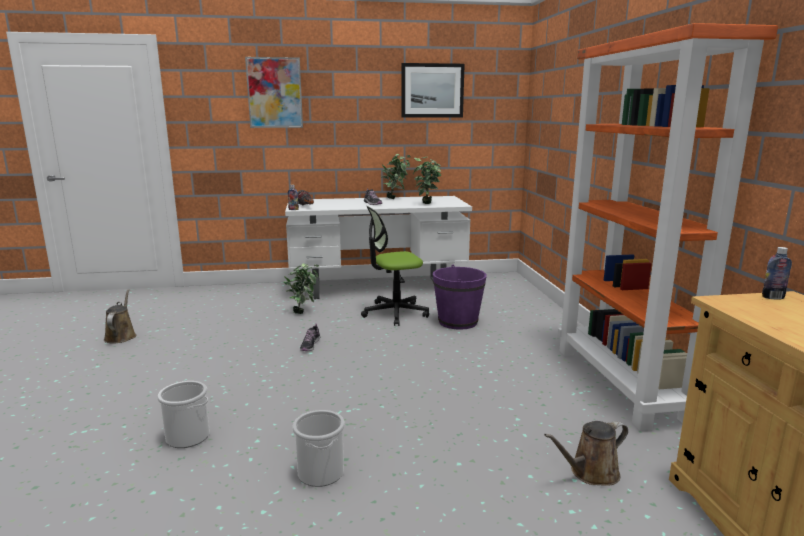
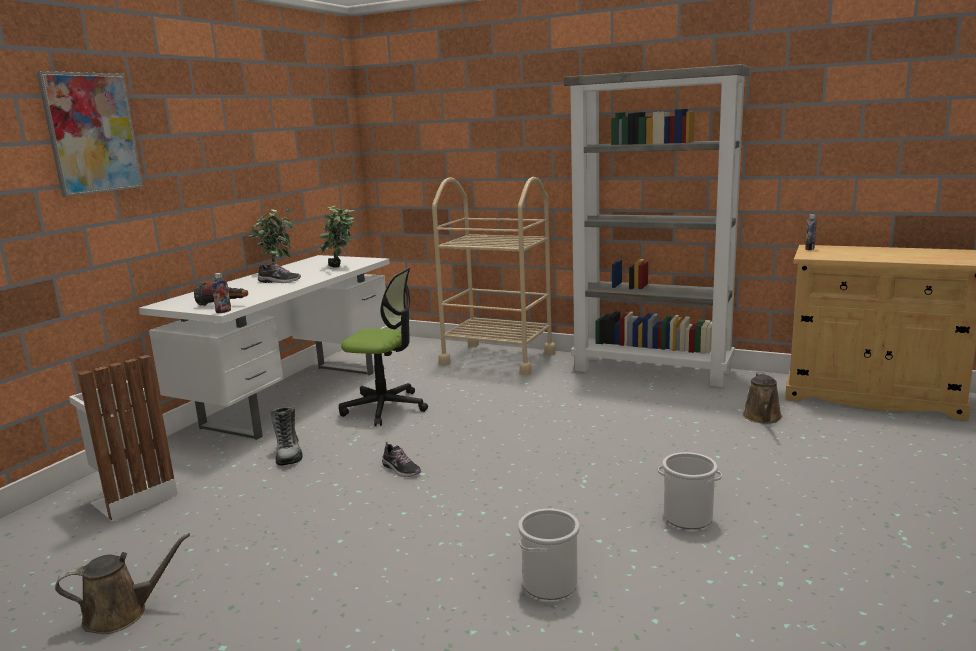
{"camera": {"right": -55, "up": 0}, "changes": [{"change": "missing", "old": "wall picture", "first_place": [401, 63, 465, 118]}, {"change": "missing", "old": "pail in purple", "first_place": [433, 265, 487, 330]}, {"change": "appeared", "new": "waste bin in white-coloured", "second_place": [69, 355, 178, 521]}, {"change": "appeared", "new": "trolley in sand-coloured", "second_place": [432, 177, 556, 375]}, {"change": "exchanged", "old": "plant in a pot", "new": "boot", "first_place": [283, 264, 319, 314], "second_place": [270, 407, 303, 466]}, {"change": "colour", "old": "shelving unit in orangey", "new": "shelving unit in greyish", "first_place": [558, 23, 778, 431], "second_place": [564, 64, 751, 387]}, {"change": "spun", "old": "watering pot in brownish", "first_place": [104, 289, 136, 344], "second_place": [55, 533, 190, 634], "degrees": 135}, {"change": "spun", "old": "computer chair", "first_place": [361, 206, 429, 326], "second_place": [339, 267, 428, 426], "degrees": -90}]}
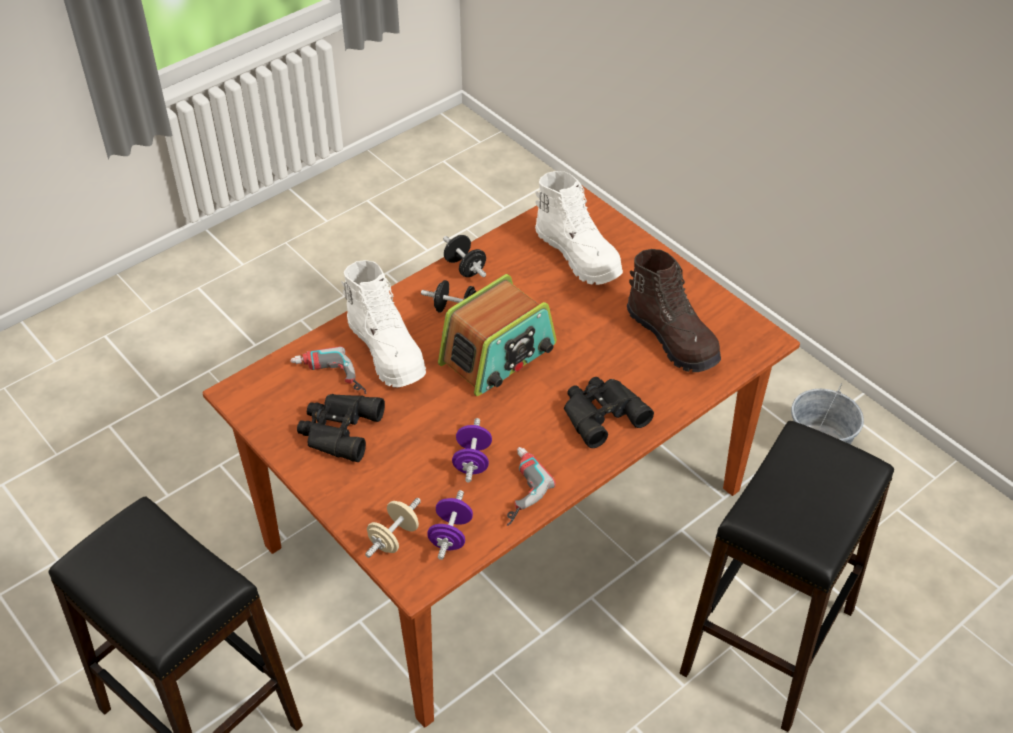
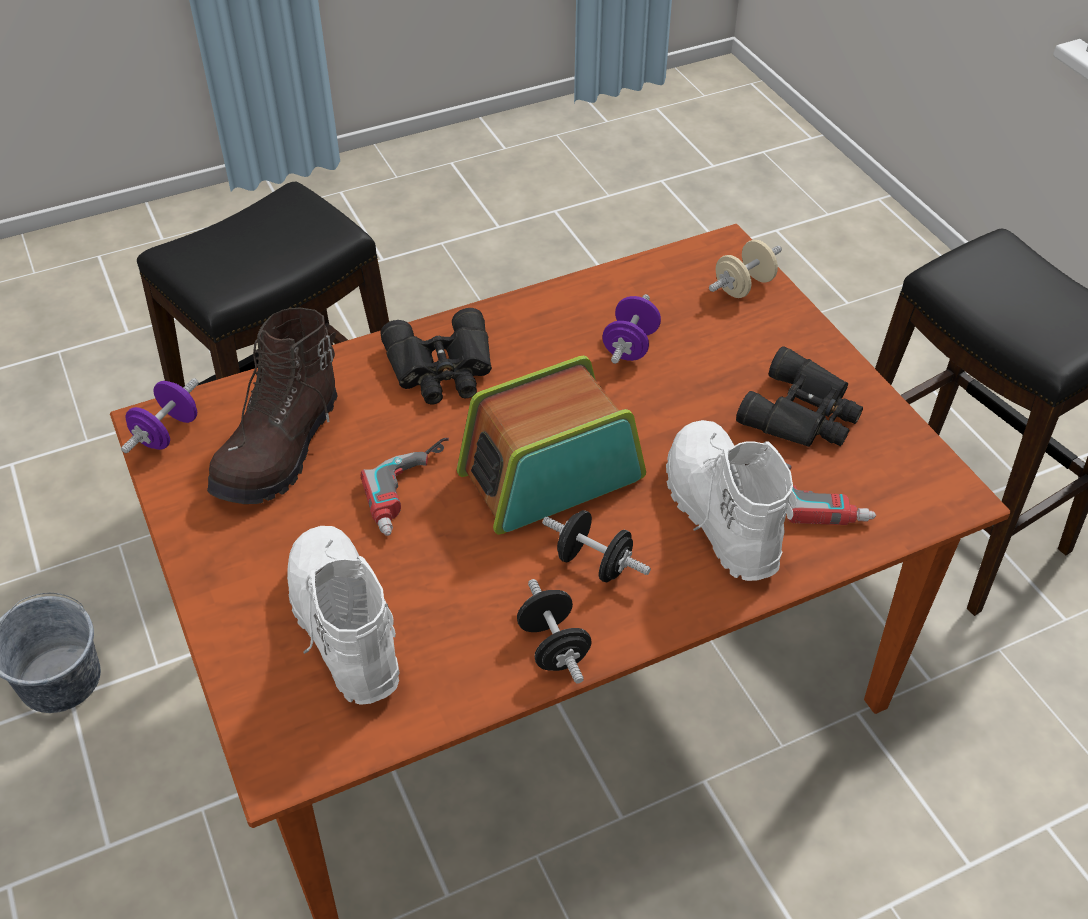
{"camera": {"right": -165, "up": 0}, "changes": [{"change": "relocated", "old": "hand weight in purple", "first_place": [427, 490, 473, 560], "second_place": [121, 378, 199, 453]}, {"change": "relocated", "old": "electric drill", "first_place": [507, 447, 556, 526], "second_place": [361, 438, 449, 536]}, {"change": "spun", "old": "boot in brownish", "first_place": [627, 249, 721, 372], "second_place": [207, 308, 338, 504], "degrees": -135}]}
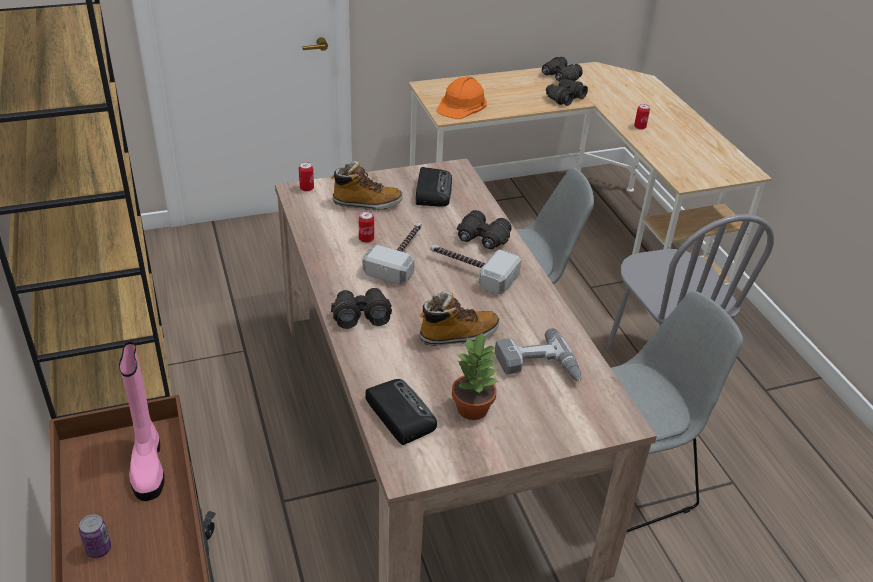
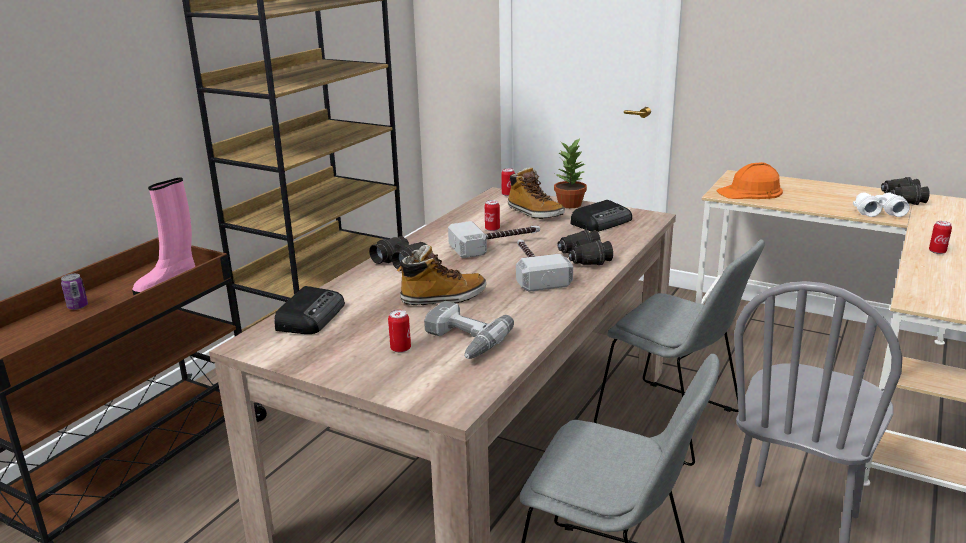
{"camera": {"right": 50, "up": -15}, "changes": [{"change": "appeared", "new": "sealed can", "second_place": [388, 310, 411, 353]}, {"change": "relocated", "old": "plant in a pot", "first_place": [452, 333, 499, 420], "second_place": [554, 139, 587, 208]}, {"change": "colour", "old": "pair of binoculars in blackish", "new": "pair of binoculars in white-coloured", "first_place": [546, 79, 588, 106], "second_place": [853, 192, 910, 217]}, {"change": "spun", "old": "boot", "first_place": [419, 291, 500, 346], "second_place": [397, 245, 486, 305], "degrees": -45}]}
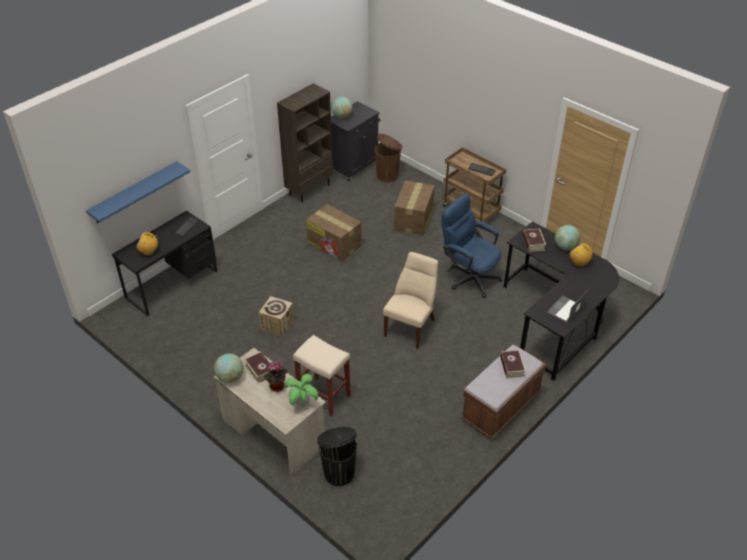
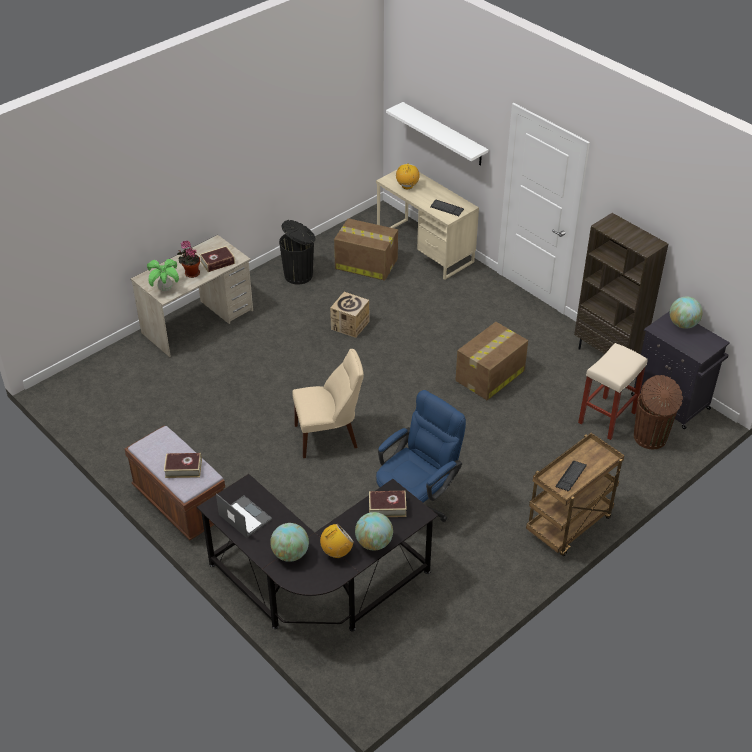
{"camera": {"right": 95, "up": 0}, "changes": [{"change": "relocated", "old": "globe", "first_place": [214, 353, 244, 383], "second_place": [270, 523, 309, 562]}, {"change": "relocated", "old": "stool in sand-coloured", "first_place": [293, 335, 351, 416], "second_place": [578, 343, 648, 440]}, {"change": "relocated", "old": "waste bin in blackish", "first_place": [317, 427, 357, 486], "second_place": [279, 220, 316, 285]}, {"change": "relocated", "old": "packing box", "first_place": [394, 180, 434, 235], "second_place": [334, 218, 398, 281]}, {"change": "colour", "old": "bracket shelf in blue", "new": "bracket shelf in white-coloured", "first_place": [86, 161, 190, 223], "second_place": [386, 102, 488, 166]}, {"change": "colour", "old": "desk unit in blackish", "new": "desk unit in sand-coloured", "first_place": [112, 210, 217, 316], "second_place": [376, 170, 479, 280]}, {"change": "spun", "old": "upright chair in sand-coloured", "first_place": [383, 252, 438, 349], "second_place": [292, 349, 364, 458], "degrees": -45}]}
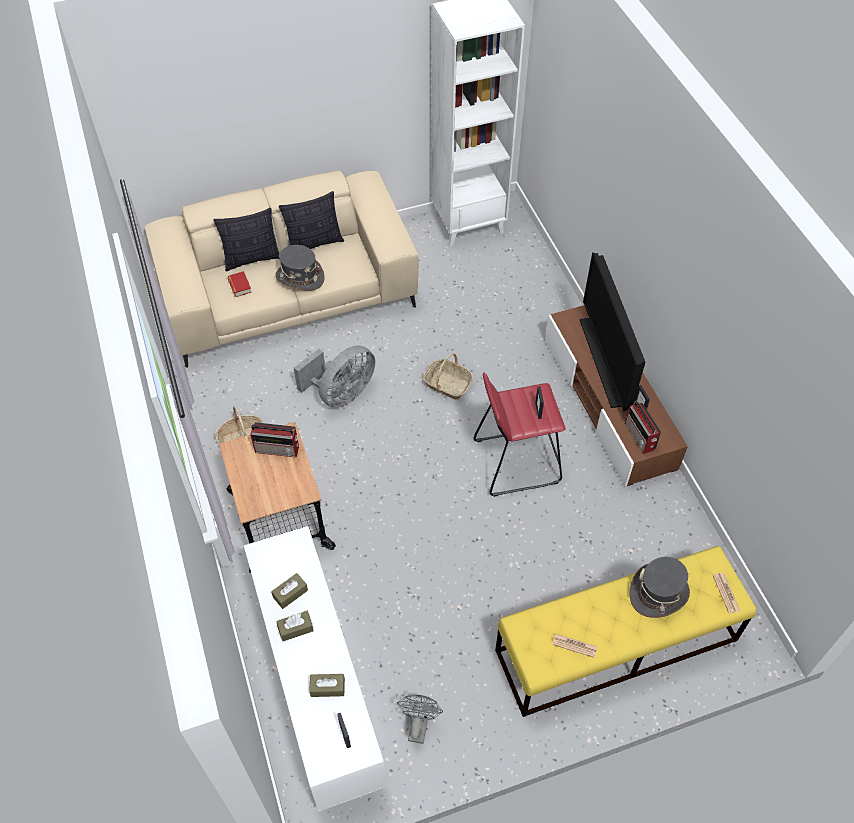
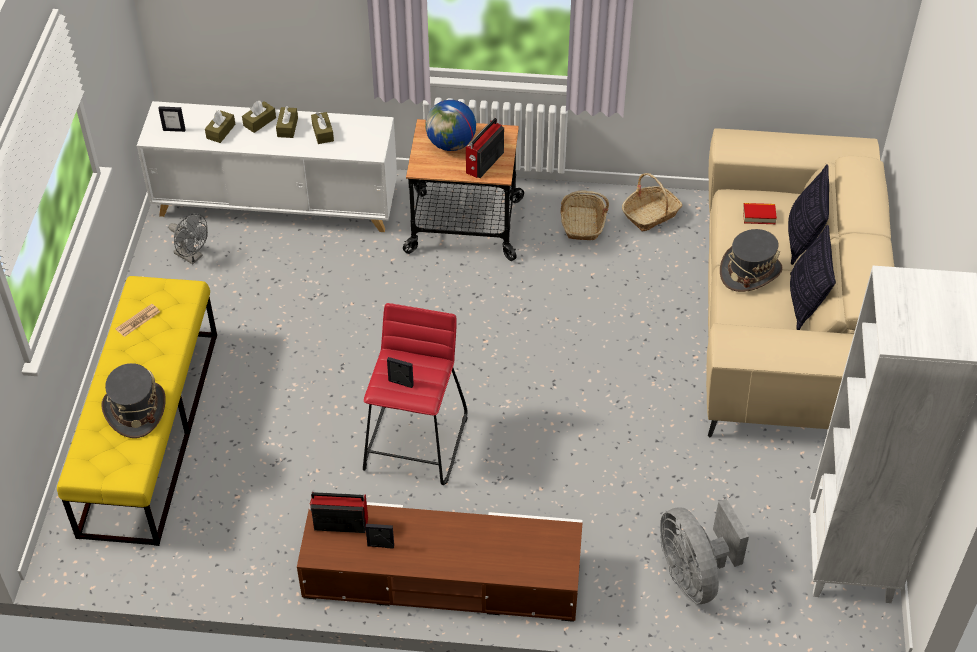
{"camera": {"right": 115, "up": -5}, "changes": [{"change": "missing", "old": "television", "first_place": [580, 252, 645, 412]}, {"change": "missing", "old": "printed paper", "first_place": [713, 573, 740, 613]}, {"change": "appeared", "new": "tissue box in brownish", "second_place": [242, 101, 276, 133]}, {"change": "appeared", "new": "globe", "second_place": [425, 100, 476, 151]}, {"change": "relocated", "old": "electric fan in greyish", "first_place": [294, 345, 375, 408], "second_place": [660, 499, 749, 604]}, {"change": "relocated", "old": "basket", "first_place": [423, 353, 473, 400], "second_place": [622, 173, 682, 232]}]}
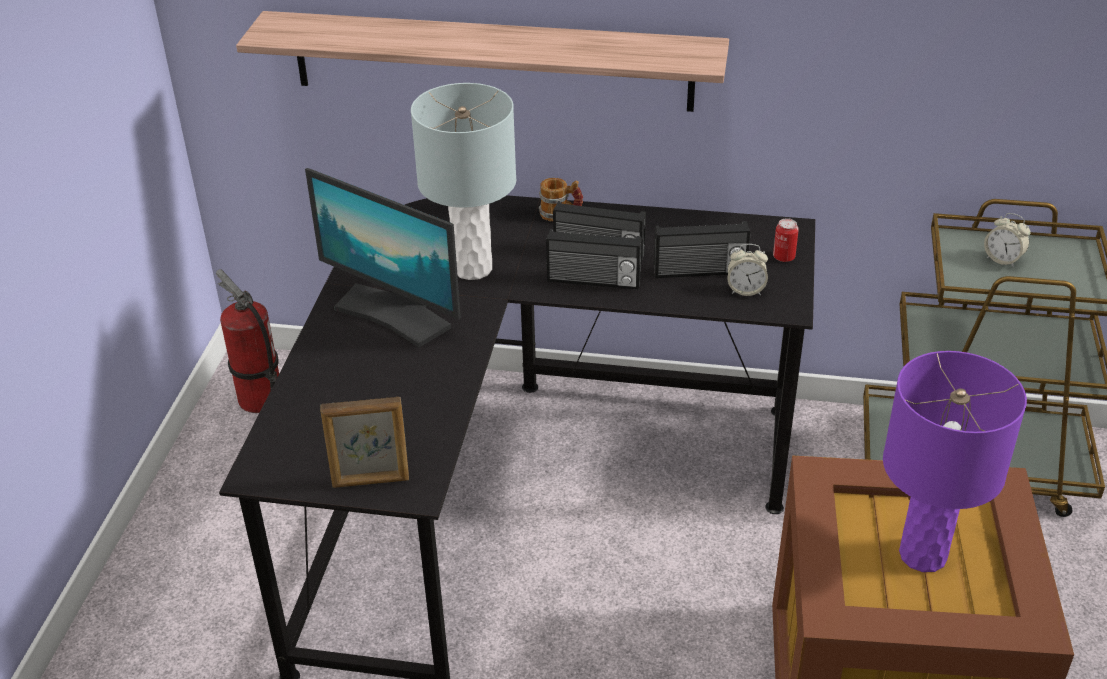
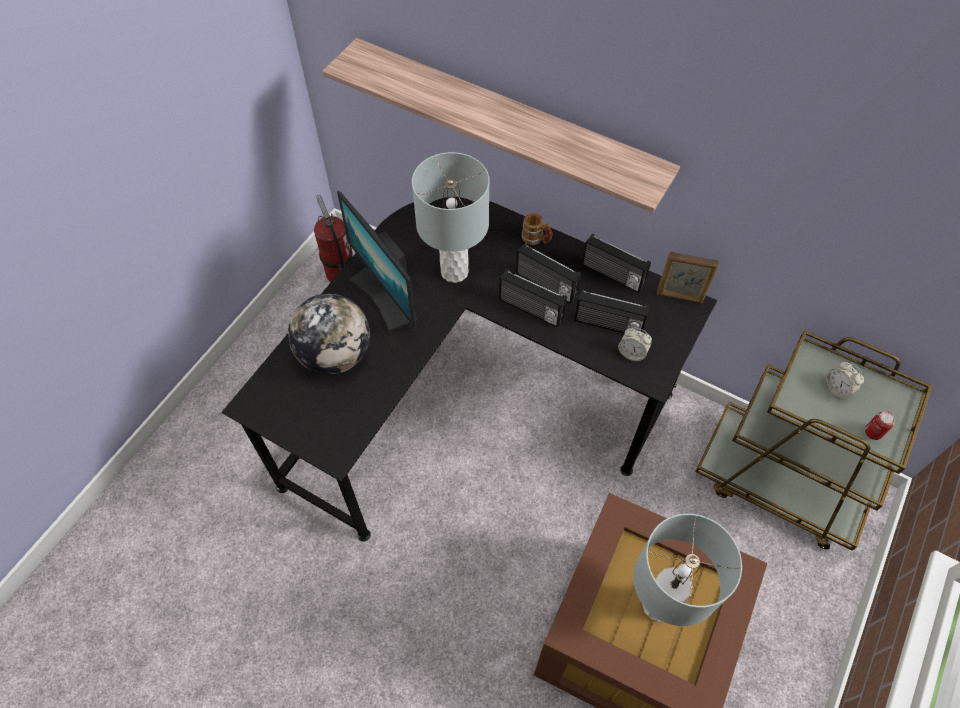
{"camera": {"right": 20, "up": 20}, "changes": [{"change": "appeared", "new": "globe", "second_place": [288, 294, 370, 375]}, {"change": "appeared", "new": "radio set", "second_place": [582, 234, 651, 293]}, {"change": "relocated", "old": "standing frame", "first_place": [320, 397, 409, 488], "second_place": [657, 252, 719, 303]}, {"change": "relocated", "old": "sealed can", "first_place": [773, 218, 799, 262], "second_place": [865, 411, 895, 440]}, {"change": "colour", "old": "table lamp in purple", "new": "table lamp in greyish", "first_place": [883, 351, 1027, 572], "second_place": [633, 514, 742, 626]}]}
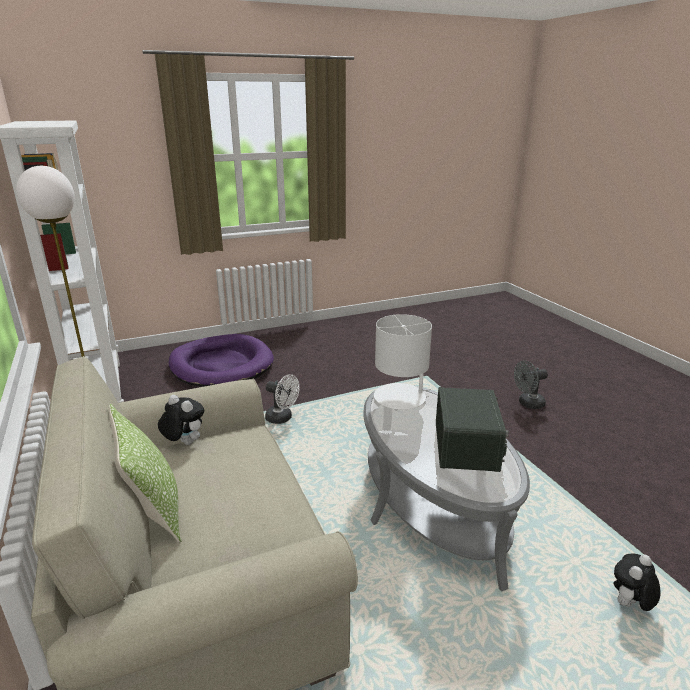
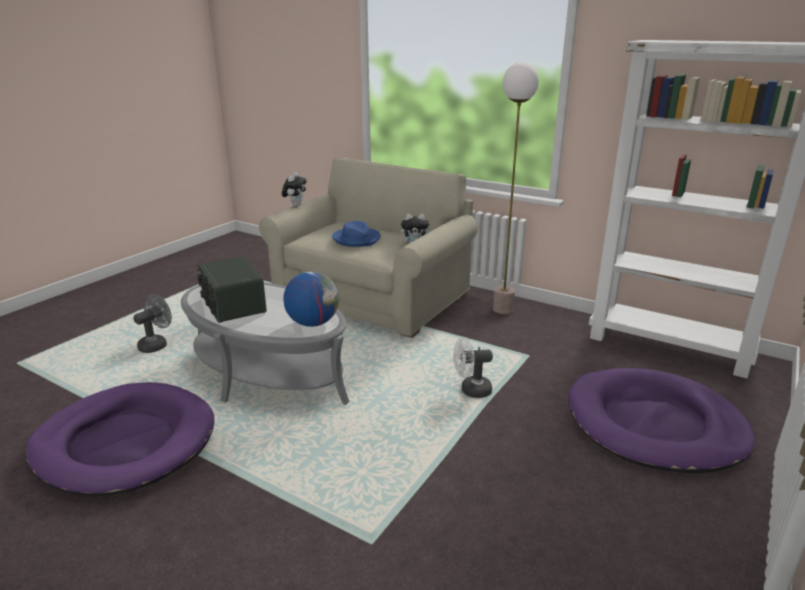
{"camera": {"right": 145, "up": 0}, "changes": [{"change": "missing", "old": "cushion", "first_place": [109, 404, 182, 543]}, {"change": "appeared", "new": "dog bed in purple", "second_place": [26, 382, 215, 496]}, {"change": "appeared", "new": "wearable hat in blue", "second_place": [332, 221, 381, 247]}, {"change": "relocated", "old": "electric fan in greyish", "first_place": [514, 360, 548, 409], "second_place": [134, 294, 172, 353]}, {"change": "relocated", "old": "plush toy", "first_place": [614, 553, 661, 611], "second_place": [282, 172, 307, 206]}, {"change": "exchanged", "old": "table lamp in white-coloured", "new": "globe", "first_place": [374, 314, 432, 411], "second_place": [283, 271, 339, 327]}]}
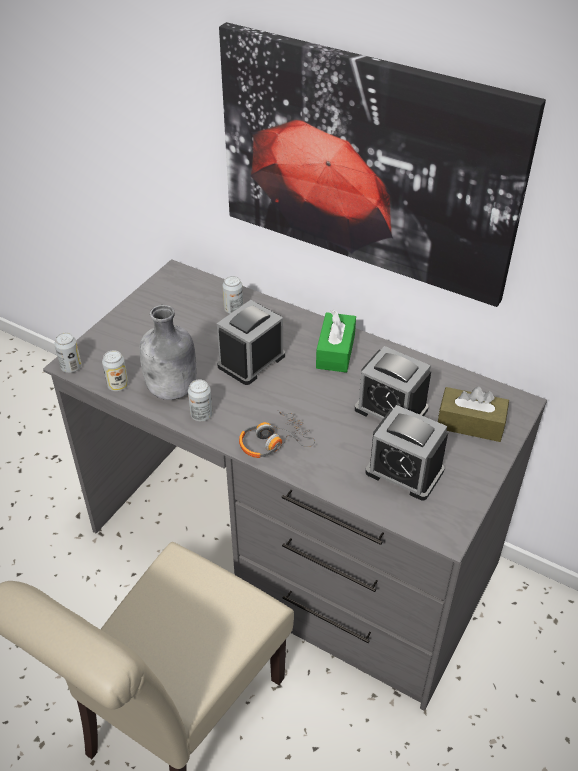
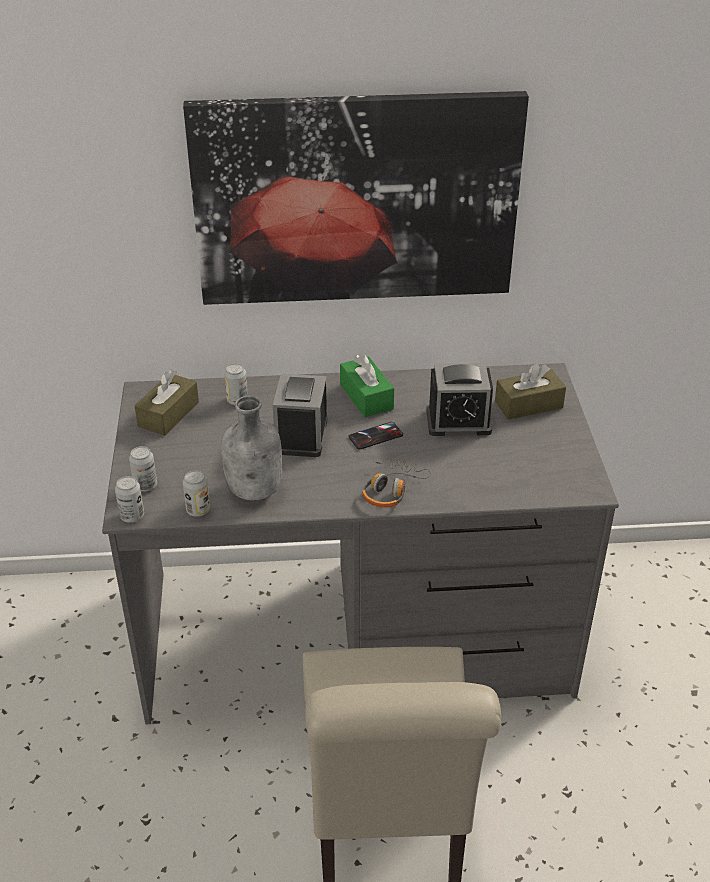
{"camera": {"right": -35, "up": -5}, "changes": [{"change": "missing", "old": "table clock", "first_place": [365, 405, 448, 501]}, {"change": "appeared", "new": "tissue box in brownish", "second_place": [134, 369, 199, 436]}, {"change": "appeared", "new": "telephone", "second_place": [348, 422, 403, 450]}, {"change": "relocated", "old": "sealed can", "first_place": [188, 380, 213, 421], "second_place": [129, 446, 157, 492]}]}
